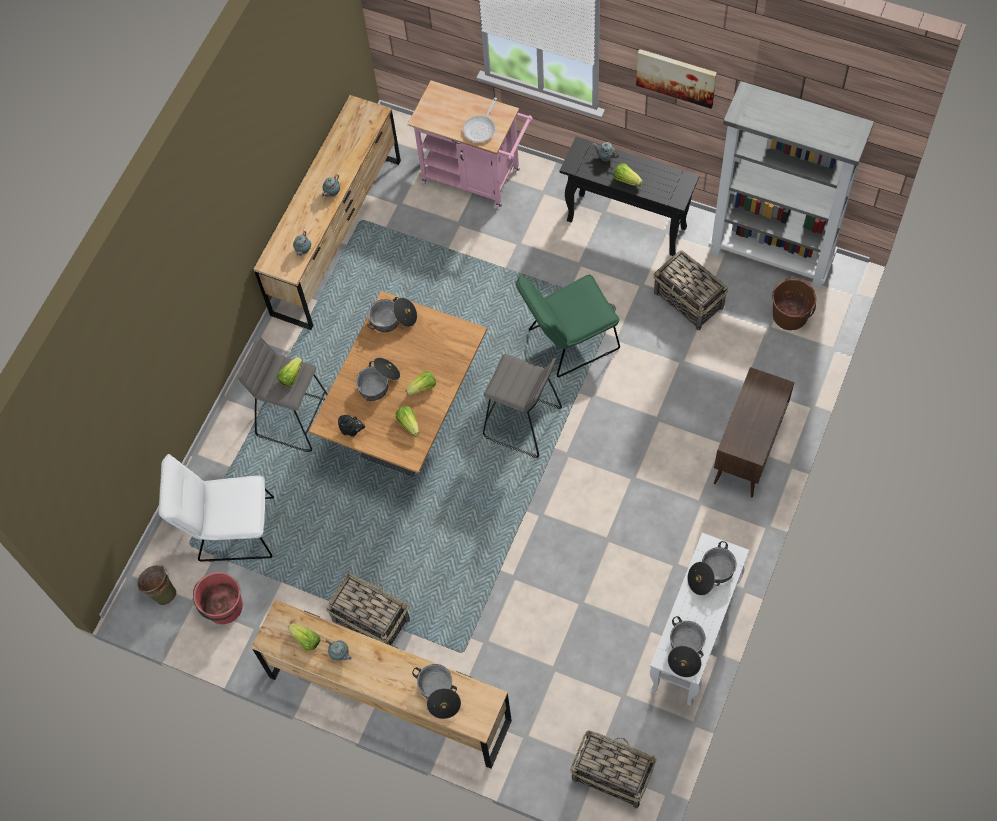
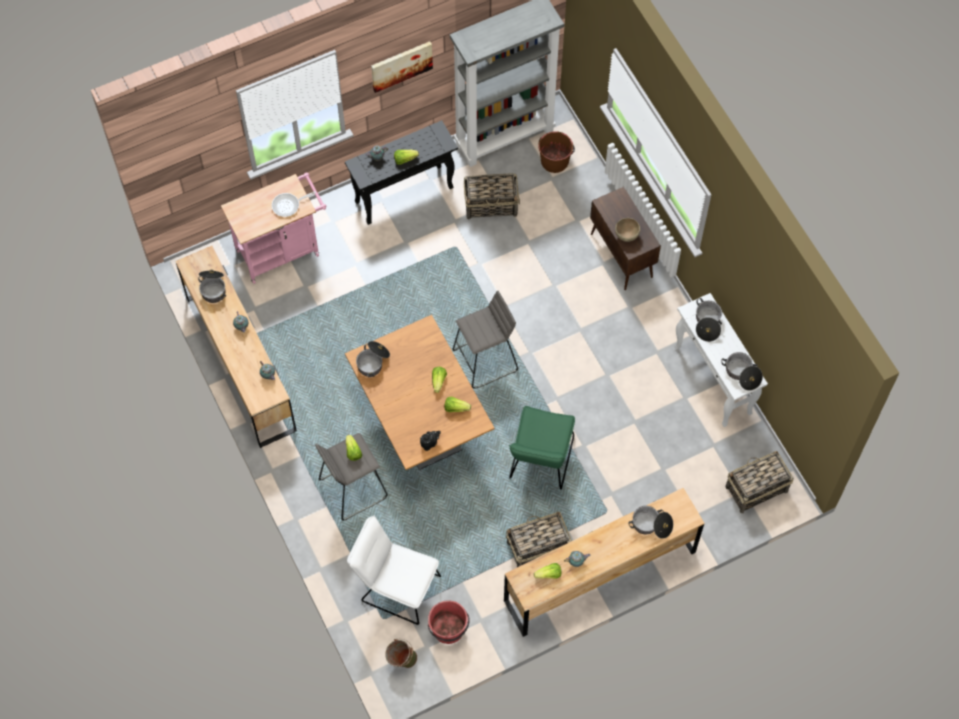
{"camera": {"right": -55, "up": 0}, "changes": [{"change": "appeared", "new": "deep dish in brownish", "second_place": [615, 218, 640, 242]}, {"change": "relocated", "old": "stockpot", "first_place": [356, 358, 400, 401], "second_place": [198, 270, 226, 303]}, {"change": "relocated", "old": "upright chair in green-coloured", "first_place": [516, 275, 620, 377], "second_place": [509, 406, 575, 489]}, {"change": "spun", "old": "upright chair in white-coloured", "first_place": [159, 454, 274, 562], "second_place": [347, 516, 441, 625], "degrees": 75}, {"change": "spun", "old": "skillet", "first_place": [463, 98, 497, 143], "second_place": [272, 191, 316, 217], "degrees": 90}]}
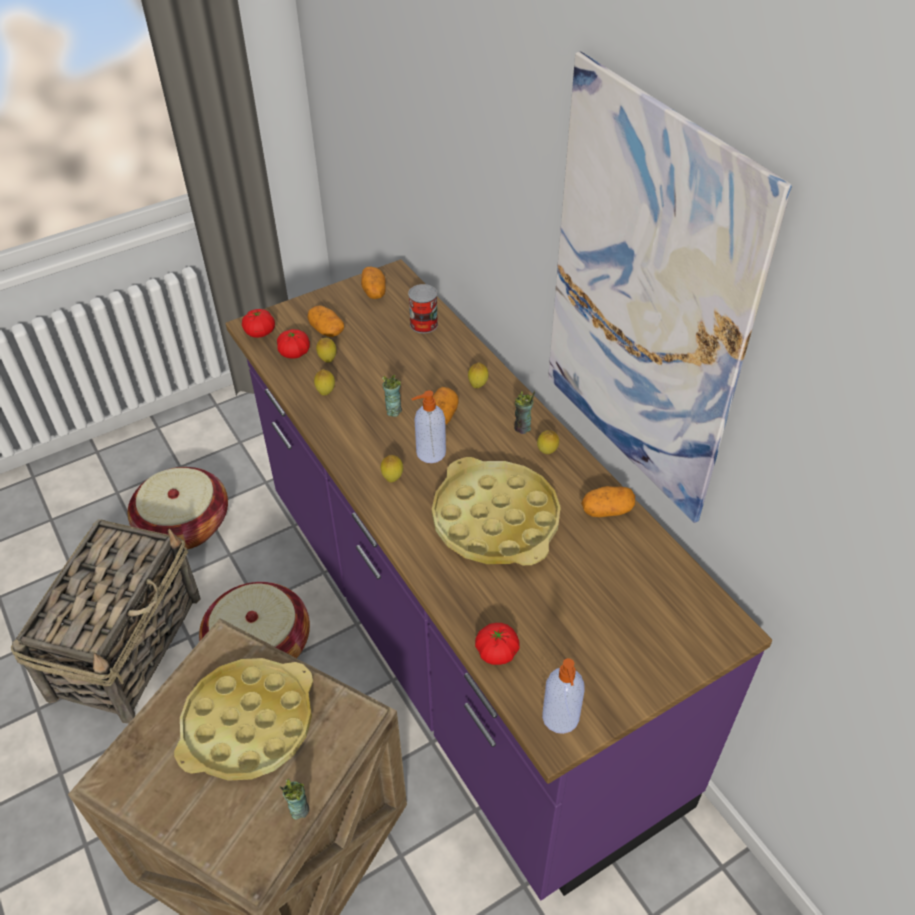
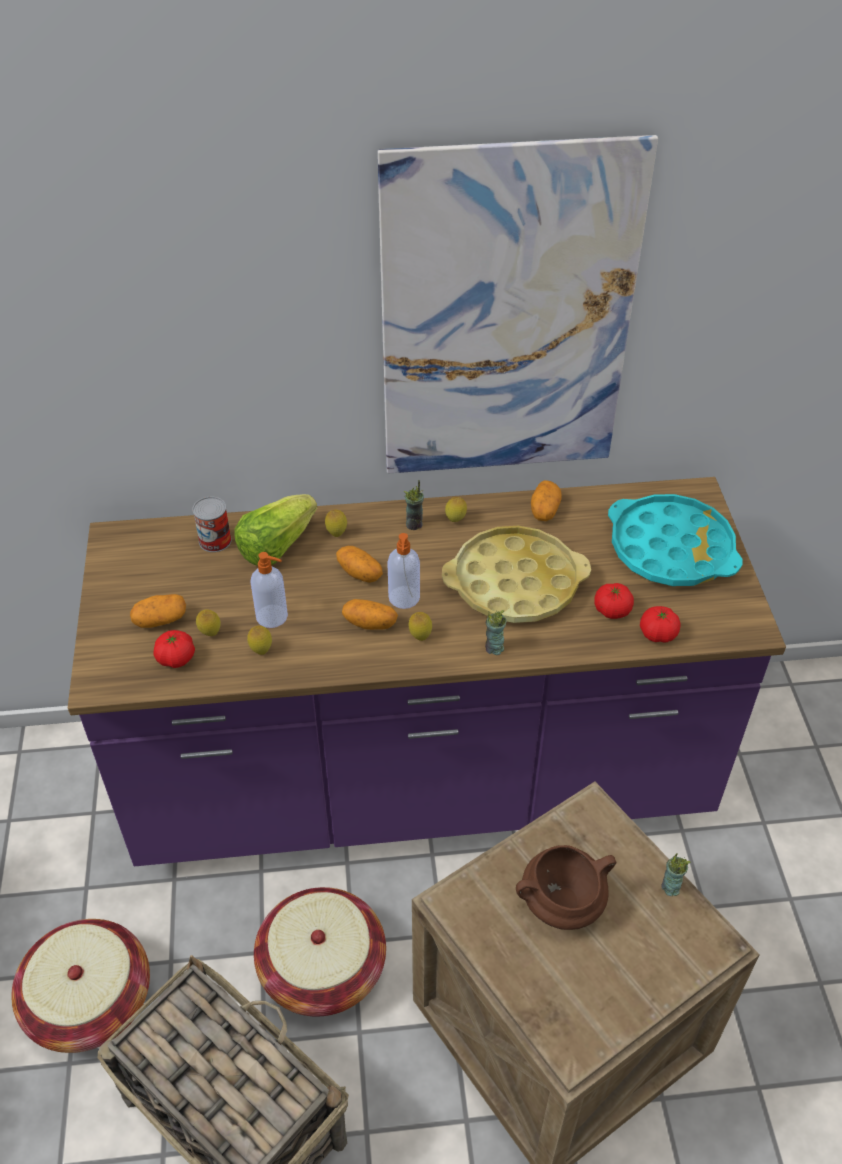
{"camera": {"right": -65, "up": 0}, "changes": [{"change": "appeared", "new": "lettuce", "second_place": [234, 494, 317, 566]}, {"change": "appeared", "new": "tray in turquoise-coloured", "second_place": [608, 494, 742, 586]}, {"change": "relocated", "old": "tomato", "first_place": [242, 309, 275, 338], "second_place": [594, 583, 634, 619]}, {"change": "relocated", "old": "whole potato", "first_place": [361, 267, 385, 299], "second_place": [342, 599, 398, 630]}, {"change": "relocated", "old": "small cup", "first_place": [382, 375, 402, 417], "second_place": [485, 610, 507, 655]}, {"change": "relocated", "old": "liquid soap bottle", "first_place": [542, 658, 585, 734], "second_place": [250, 552, 288, 628]}, {"change": "exchanged", "old": "tray in yellow-coloured", "new": "stockpot in brownish", "first_place": [174, 658, 313, 781], "second_place": [516, 845, 616, 930]}]}
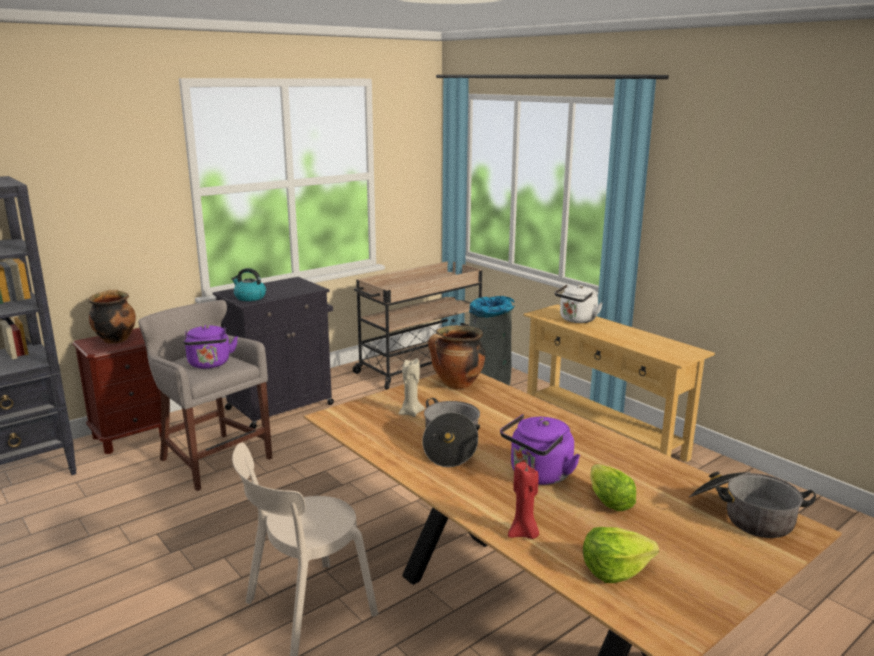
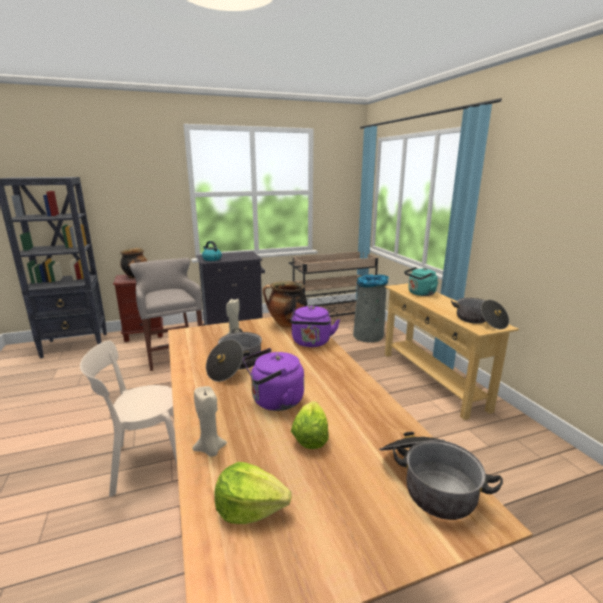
{"camera": {"right": 20, "up": 0}, "changes": [{"change": "appeared", "new": "stockpot", "second_place": [451, 298, 509, 329]}, {"change": "relocated", "old": "water kettle in purple", "first_place": [184, 325, 238, 369], "second_place": [290, 306, 340, 347]}, {"change": "colour", "old": "wax candle in red", "new": "wax candle in sand-coloured", "first_place": [508, 462, 539, 539], "second_place": [192, 386, 227, 457]}, {"change": "colour", "old": "water kettle in white-coloured", "new": "water kettle in turquoise-coloured", "first_place": [555, 284, 603, 323], "second_place": [404, 267, 438, 296]}]}
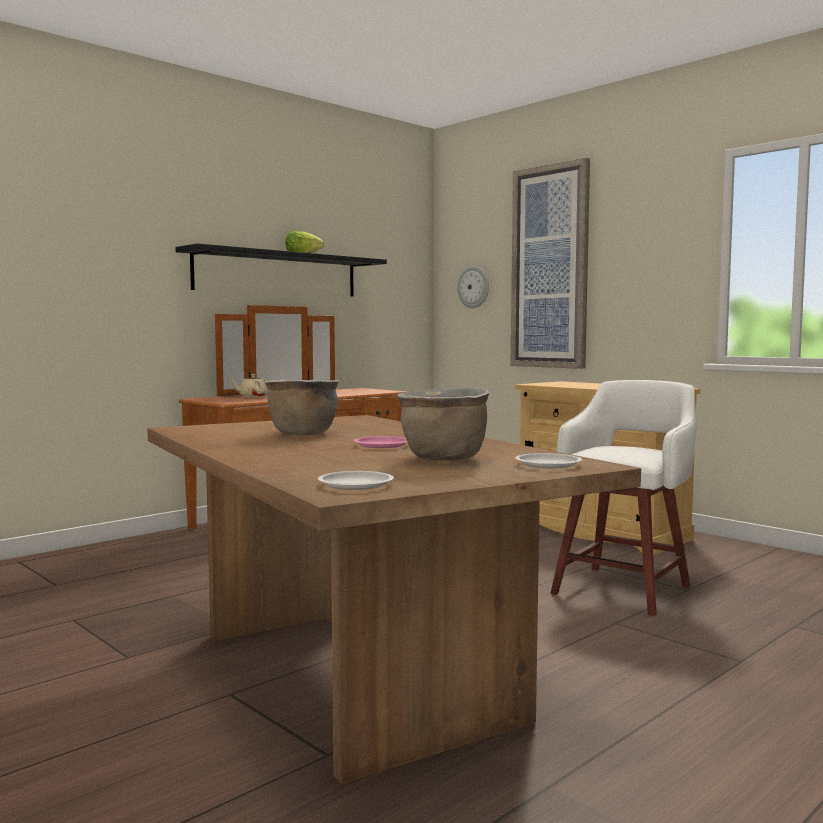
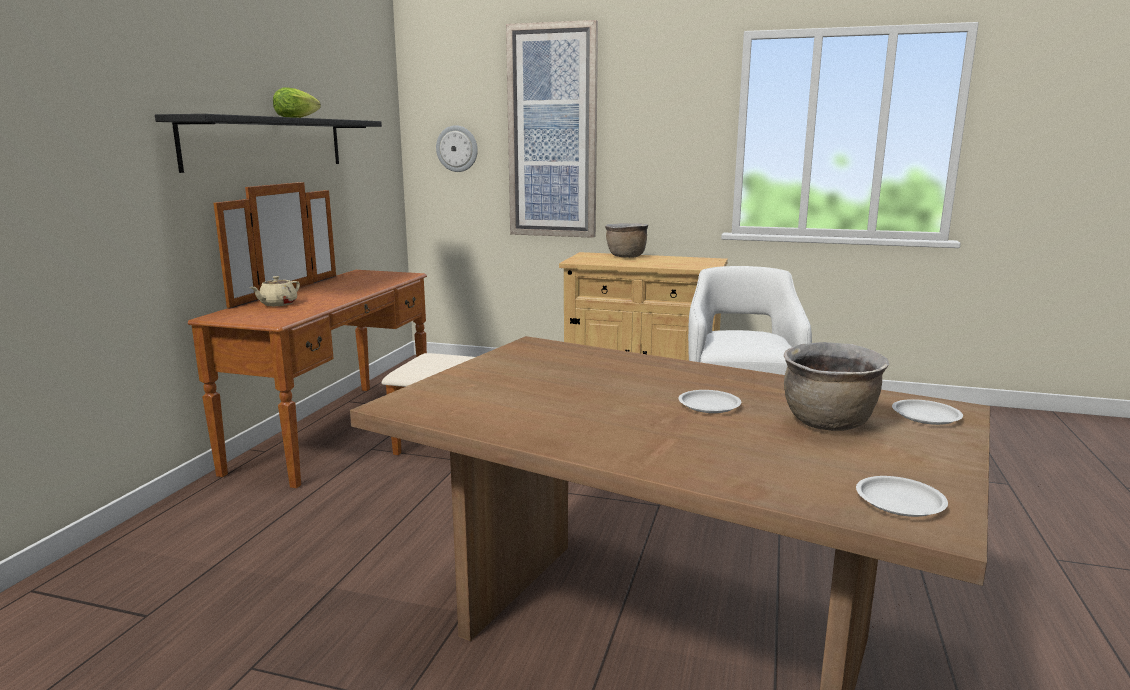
{"camera": {"right": -30, "up": 10}, "changes": [{"change": "relocated", "old": "stockpot in brownish", "first_place": [265, 379, 339, 435], "second_place": [605, 223, 648, 258]}, {"change": "colour", "old": "flat dish in pink", "new": "flat dish in white-coloured", "first_place": [354, 436, 407, 448], "second_place": [679, 390, 741, 413]}]}
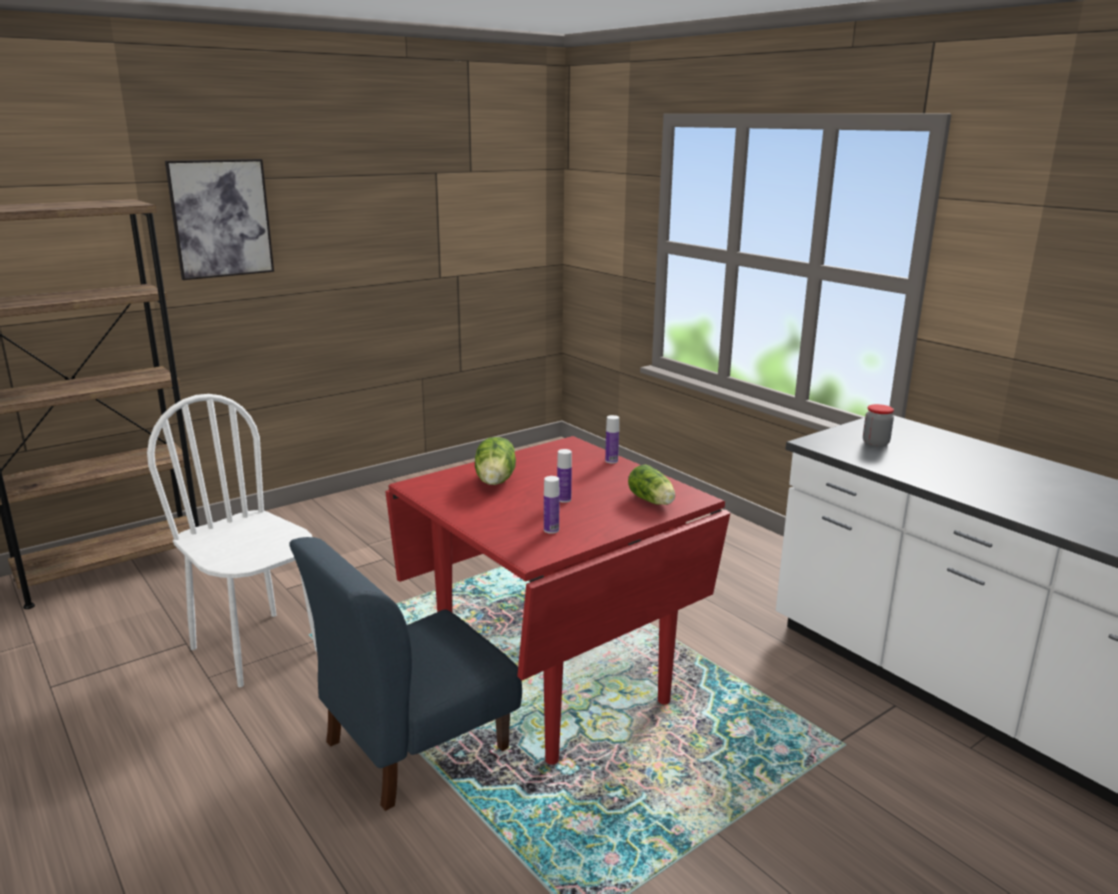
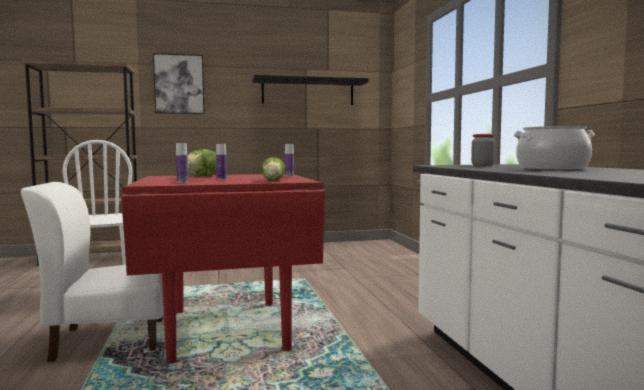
{"camera": {"right": 25, "up": -15}, "changes": [{"change": "appeared", "new": "bracket shelf in blackish", "second_place": [252, 75, 369, 105]}, {"change": "appeared", "new": "stockpot", "second_place": [514, 126, 595, 171]}, {"change": "colour", "old": "upright chair in blue", "new": "upright chair in white-coloured", "first_place": [289, 537, 522, 811], "second_place": [21, 182, 164, 362]}]}
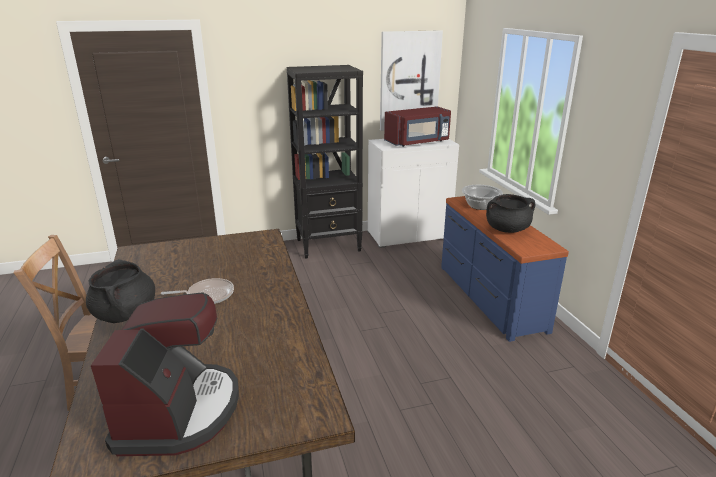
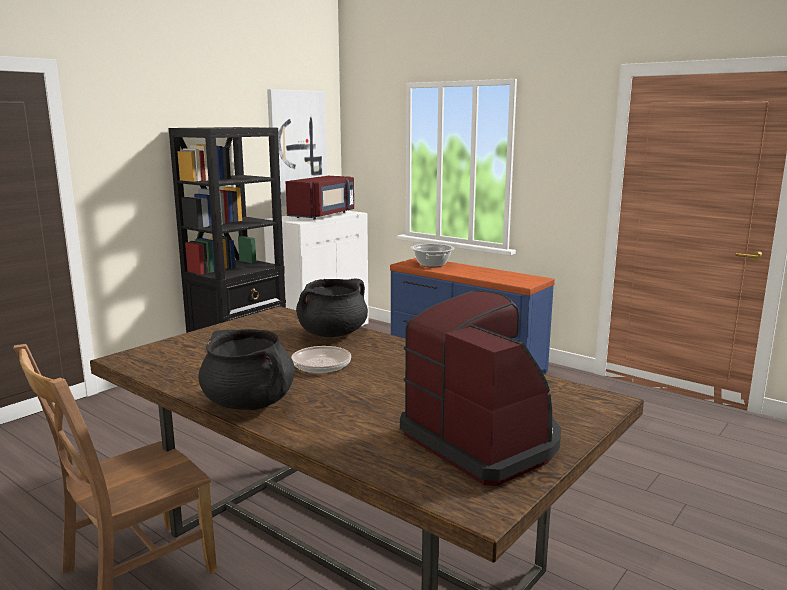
{"camera": {"right": -35, "up": -10}, "changes": [{"change": "relocated", "old": "stockpot in blackish", "first_place": [486, 194, 535, 233], "second_place": [296, 278, 368, 337]}]}
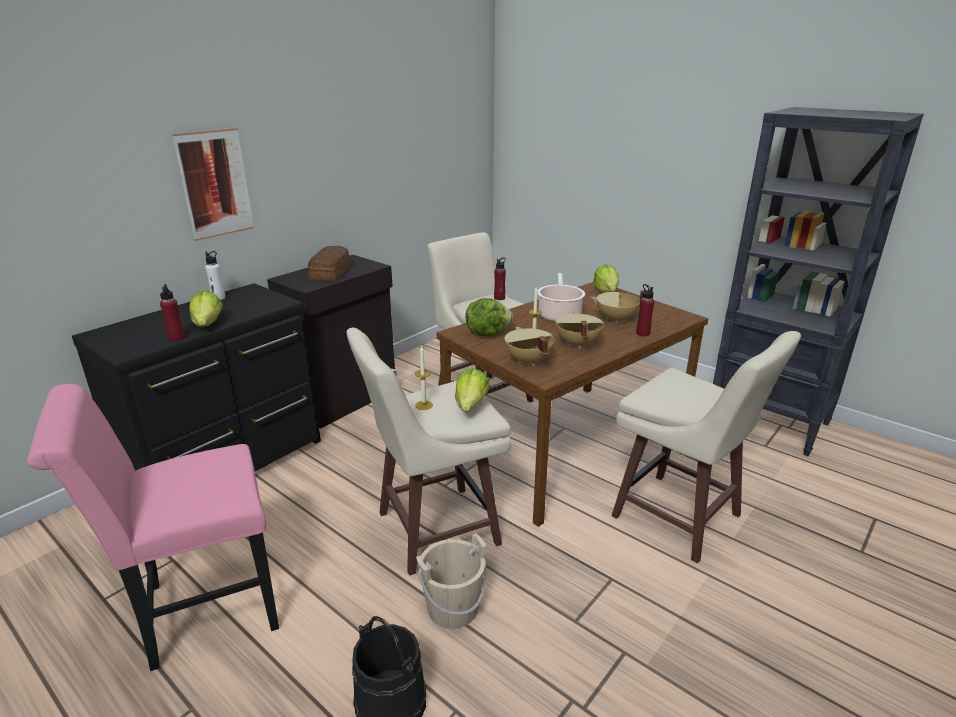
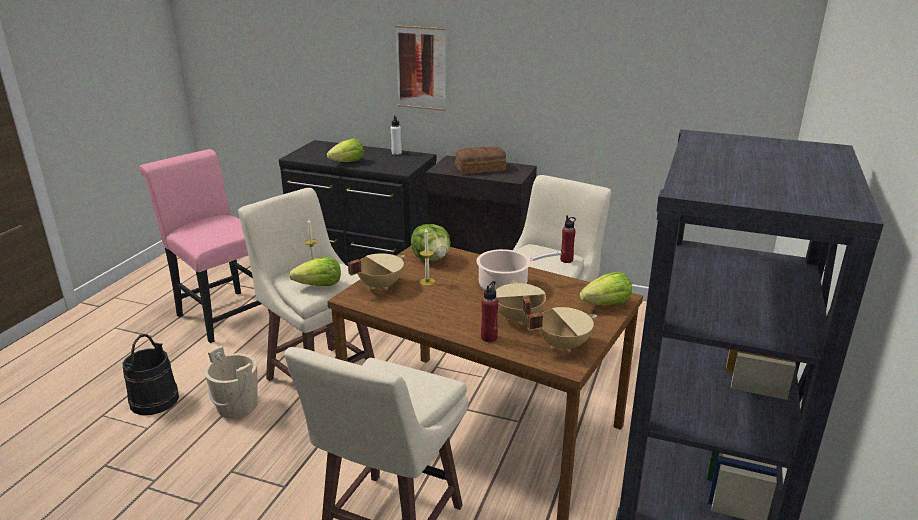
{"camera": {"right": 70, "up": 0}, "changes": [{"change": "missing", "old": "bottle in red", "first_place": [160, 284, 185, 342]}, {"change": "relocated", "old": "stockpot in sand-coloured", "first_place": [556, 311, 604, 349], "second_place": [527, 307, 597, 352]}]}
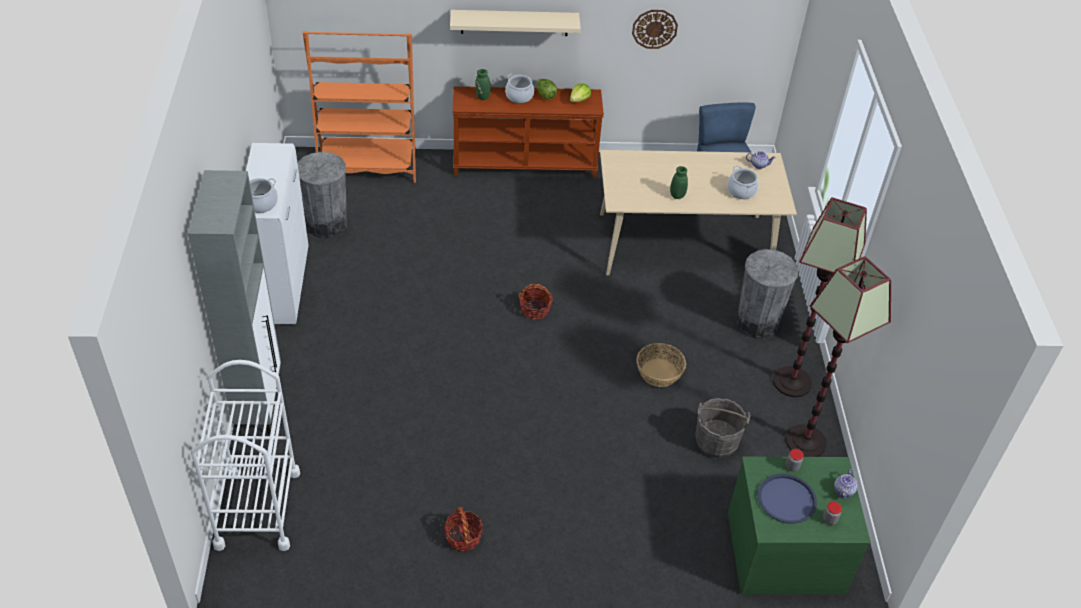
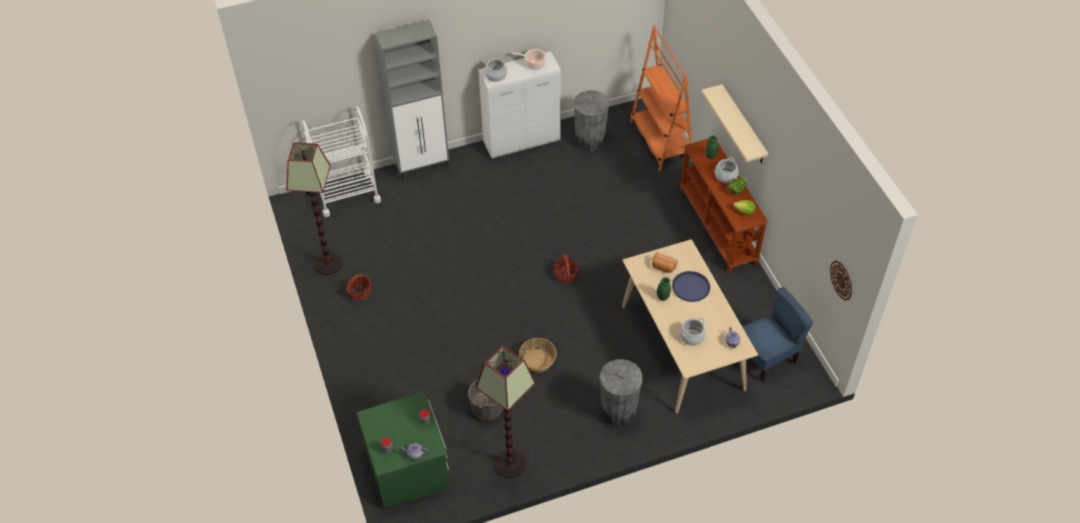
{"camera": {"right": 75, "up": 5}, "changes": [{"change": "appeared", "new": "stockpot", "second_place": [512, 49, 546, 70]}, {"change": "appeared", "new": "bakery bread", "second_place": [652, 253, 678, 273]}, {"change": "relocated", "old": "hanging clock", "first_place": [632, 10, 678, 49], "second_place": [830, 260, 852, 301]}, {"change": "relocated", "old": "tray in blue", "first_place": [758, 473, 817, 524], "second_place": [672, 271, 710, 302]}, {"change": "relocated", "old": "standard lamp", "first_place": [773, 197, 867, 397], "second_place": [286, 142, 342, 275]}]}
